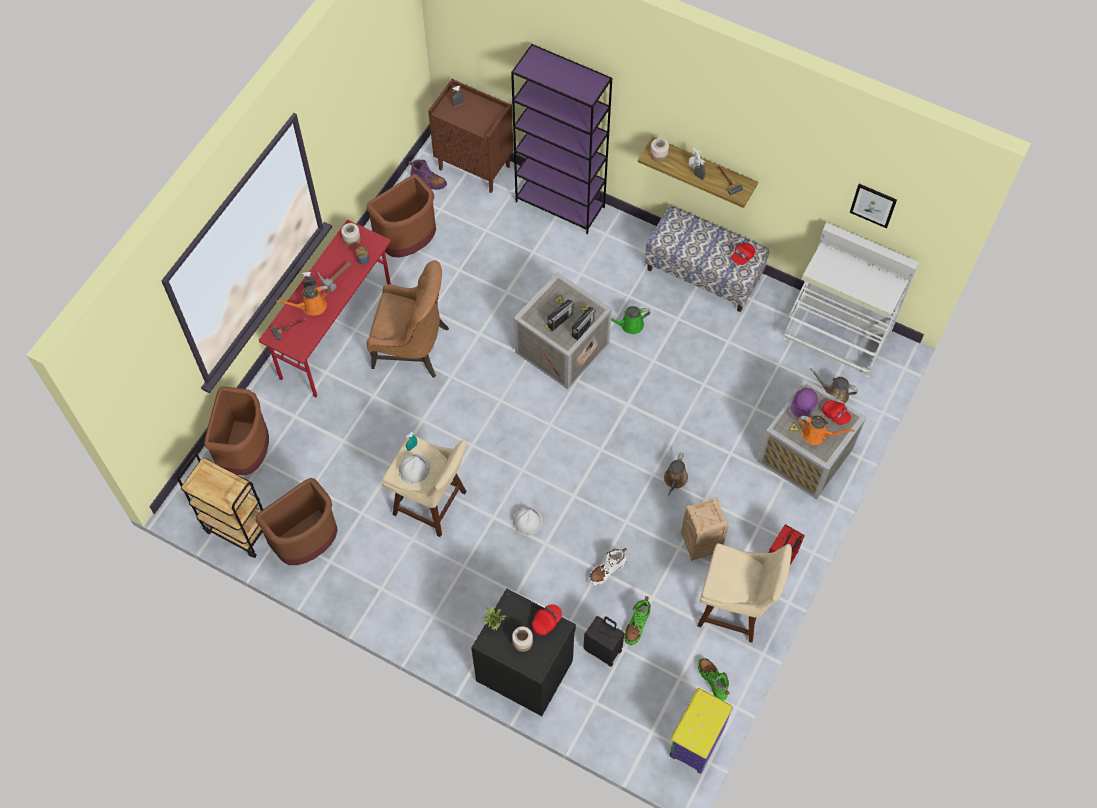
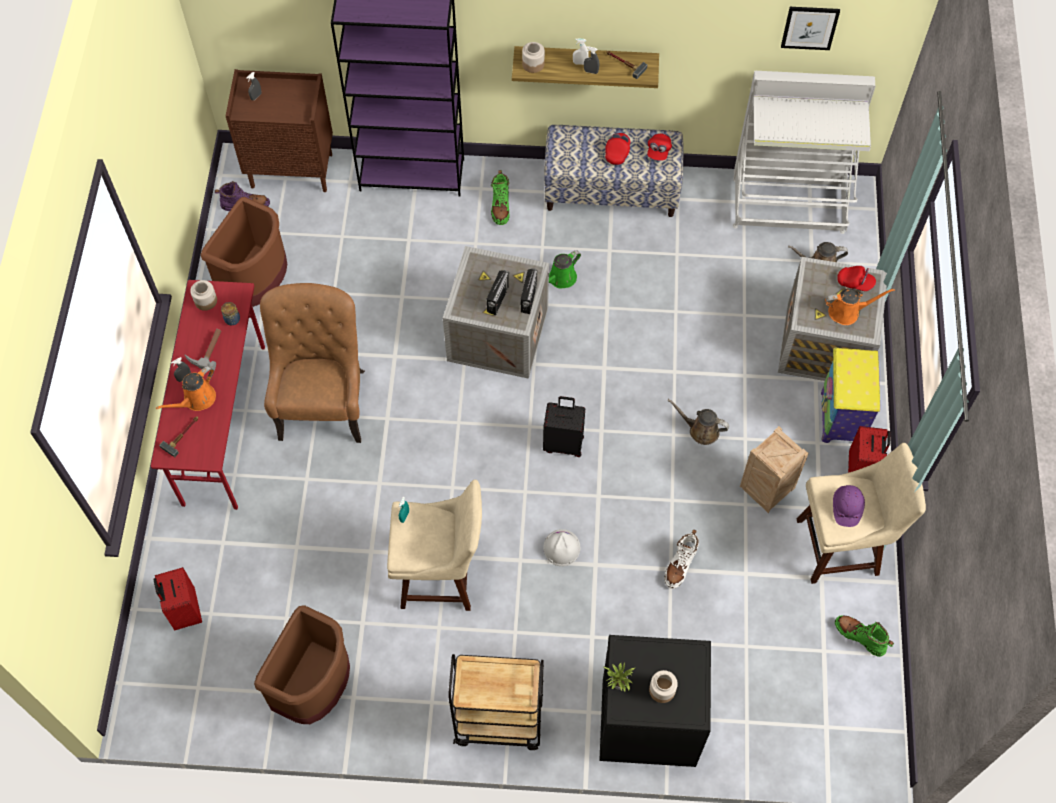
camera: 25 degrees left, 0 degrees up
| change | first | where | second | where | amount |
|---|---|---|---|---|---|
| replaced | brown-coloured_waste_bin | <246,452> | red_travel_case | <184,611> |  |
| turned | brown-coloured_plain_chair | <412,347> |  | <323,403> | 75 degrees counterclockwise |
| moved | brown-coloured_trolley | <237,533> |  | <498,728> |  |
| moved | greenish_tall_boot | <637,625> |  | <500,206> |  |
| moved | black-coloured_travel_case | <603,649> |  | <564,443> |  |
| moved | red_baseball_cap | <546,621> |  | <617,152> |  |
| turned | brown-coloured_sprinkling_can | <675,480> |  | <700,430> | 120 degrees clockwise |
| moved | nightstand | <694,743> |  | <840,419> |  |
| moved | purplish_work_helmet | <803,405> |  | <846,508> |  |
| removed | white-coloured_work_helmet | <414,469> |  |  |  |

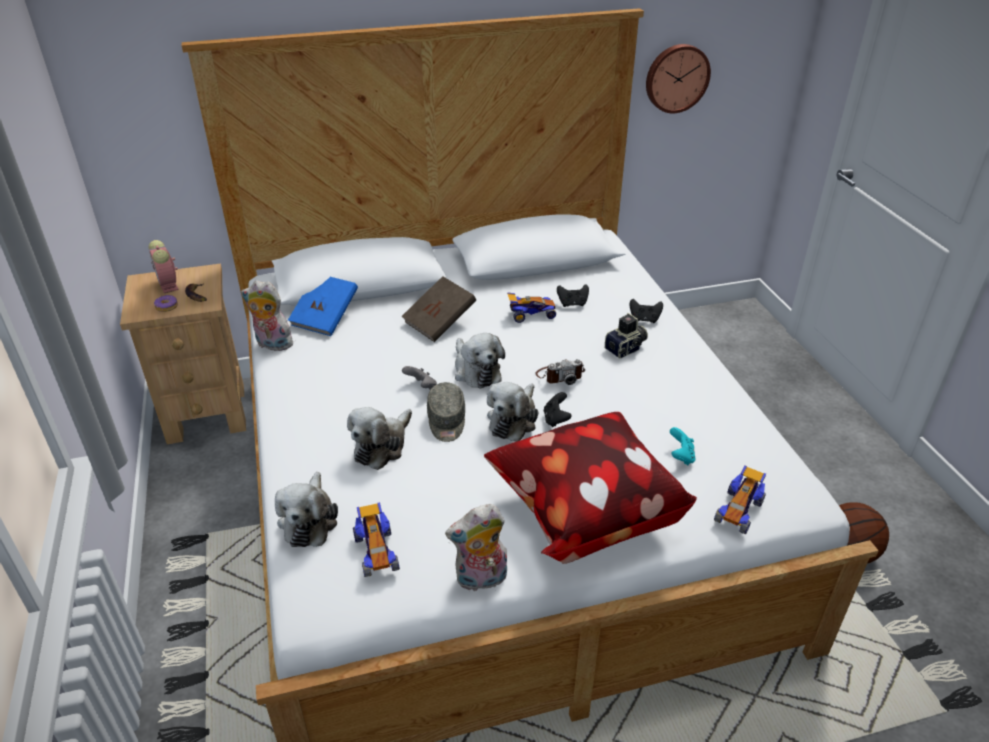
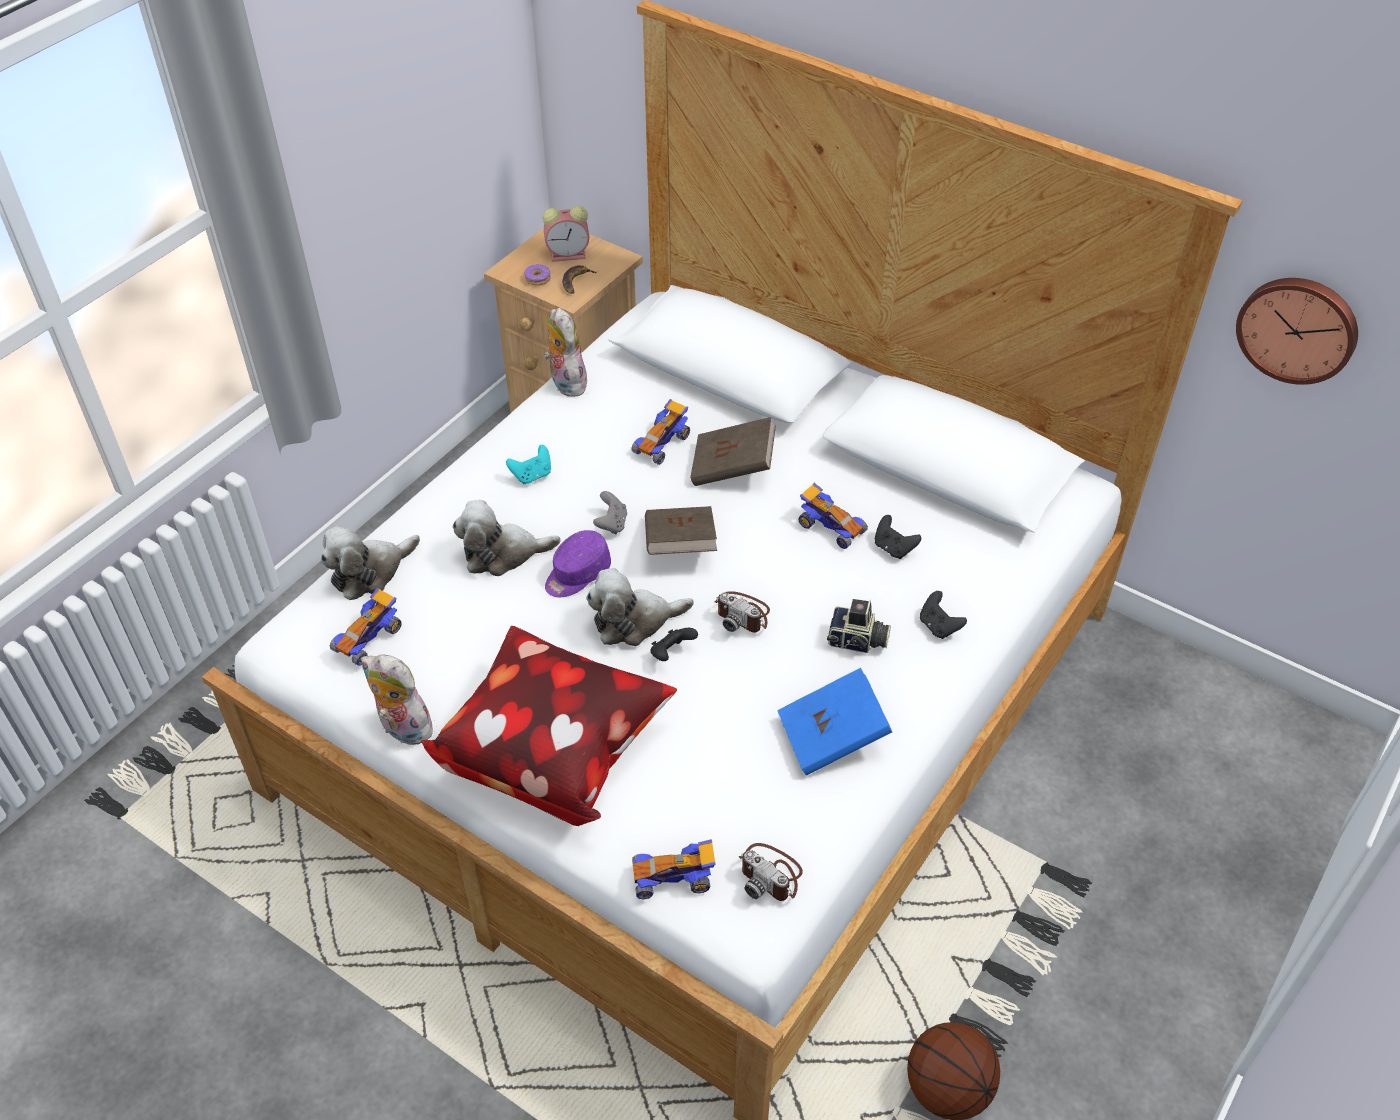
camera: 50 degrees right, 10 degrees up
| change | first | where | second | where | amount |
|---|---|---|---|---|---|
| moved | blue-green_joypad | <681,456> |  | <532,475> |  |
| turned | alarm_clock | <169,285> |  | <569,254> | 120 degrees counterclockwise |
| recoloured | gray_baseball_cap | <446,421> | purplish_baseball_cap | <577,574> |  |
| added |  |  | toy_car | <661,443> |  |
| replaced | plush_toy | <476,370> | brown-coloured_volume | <680,546> |  |
| added |  |  | photo_camera | <771,874> |  |
| moved | blue-coloured_volume | <325,318> |  | <832,737> |  |

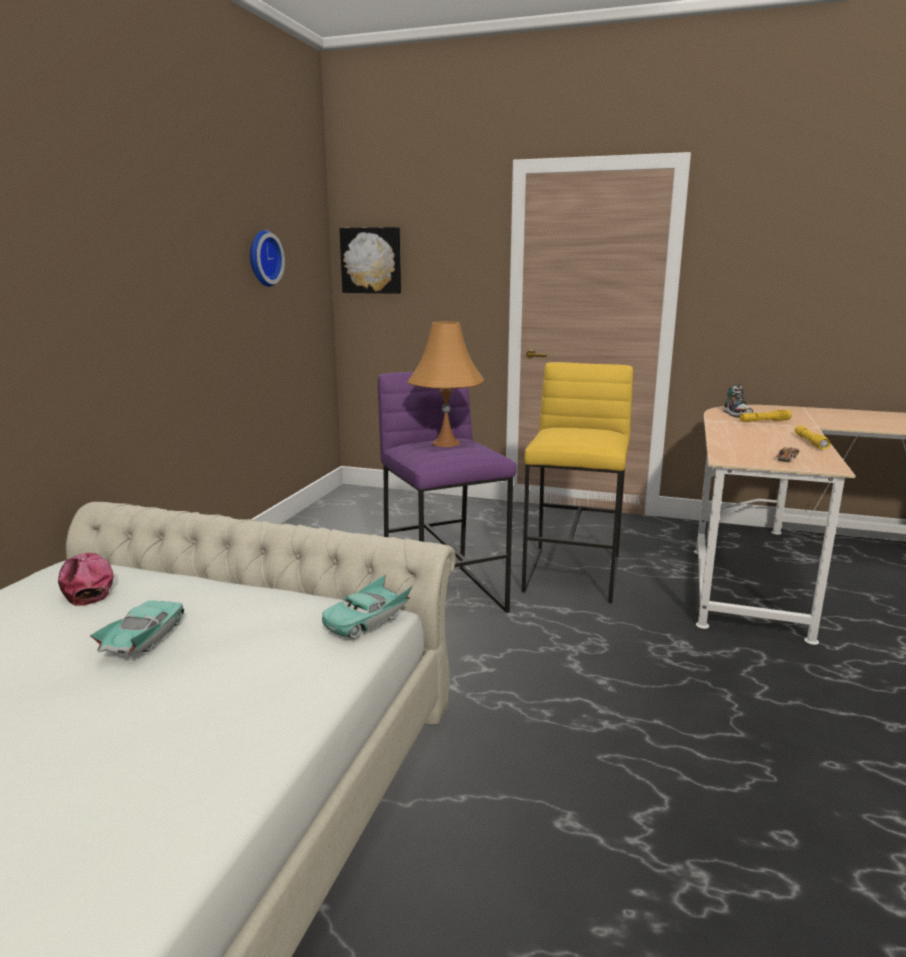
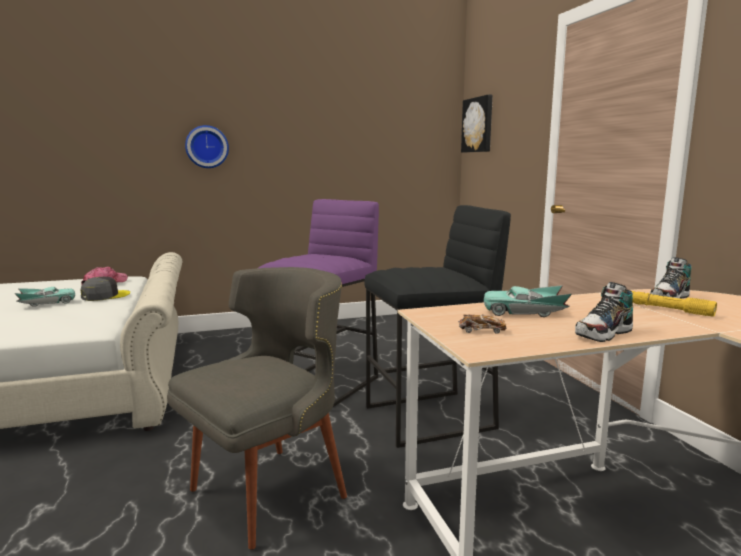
camera: 55 degrees right, 5 degrees down
| change | first | where | second | where | amount |
|---|---|---|---|---|---|
| added |  |  | gray_baseball_cap | <105,296> |  |
| added |  |  | gray_plain_chair | <266,494> |  |
| moved | clock_on_the_wall | <262,258> |  | <207,147> |  |
| recoloured | yellowish_stool | <573,575> | black-coloured_stool | <430,418> |  |
| moved | blue-green_toy_car | <367,620> |  | <524,312> |  |
| replaced | yellowish_hand_torch | <810,442> | low_shoe | <604,334> |  |
| removed | orangey_table_lamp | <446,443> |  |  |  |

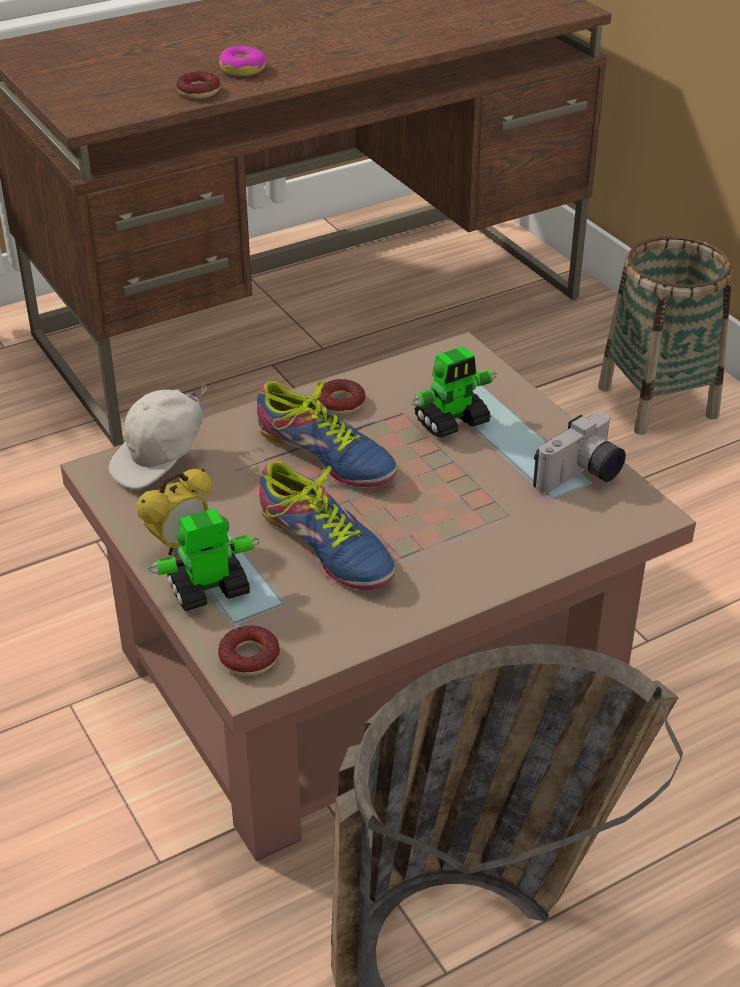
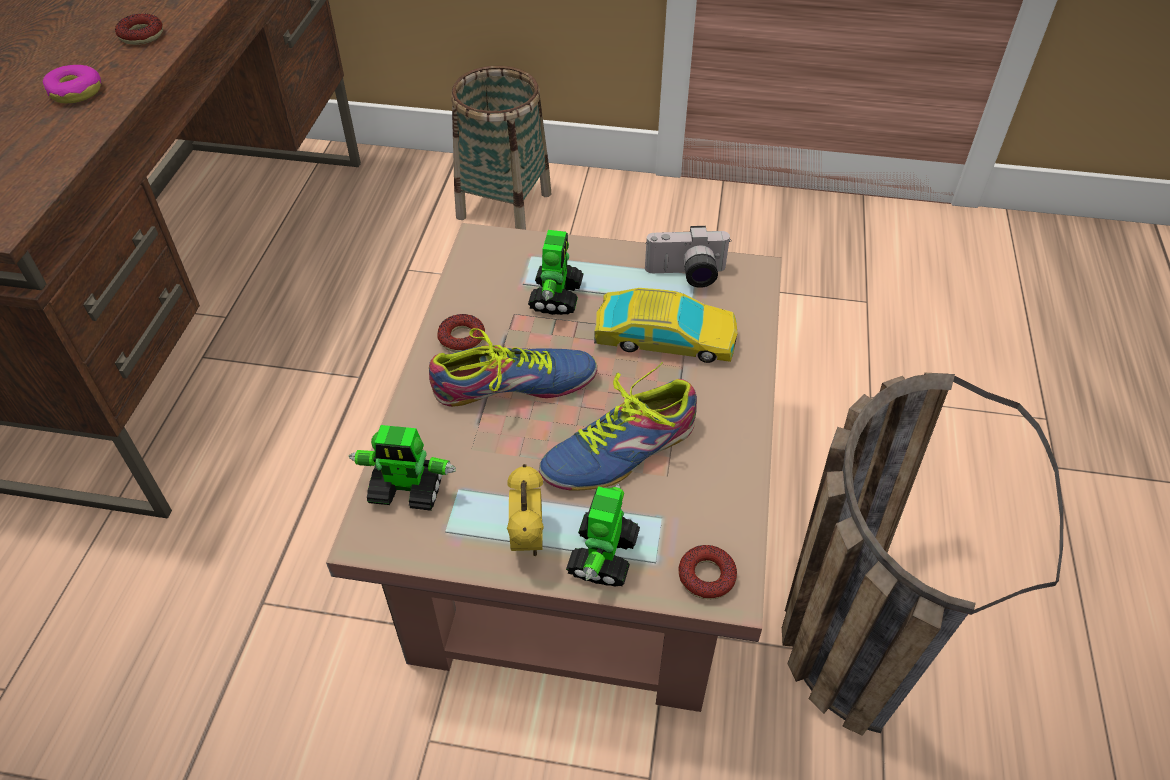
camera: 50 degrees left, 10 degrees up
| change | first | where | second | where | amount |
|---|---|---|---|---|---|
| moved | donut | <198,91> |  | <141,35> |  |
| replaced | white-coloured_baseball_cap | <162,461> | model_robot | <408,489> |  |
| turned | low_shoe | <326,545> |  | <621,451> | 150 degrees clockwise |
| added |  |  | toy_car | <665,337> |  |
| turned | photo_camera | <582,477> |  | <686,275> | 90 degrees clockwise |

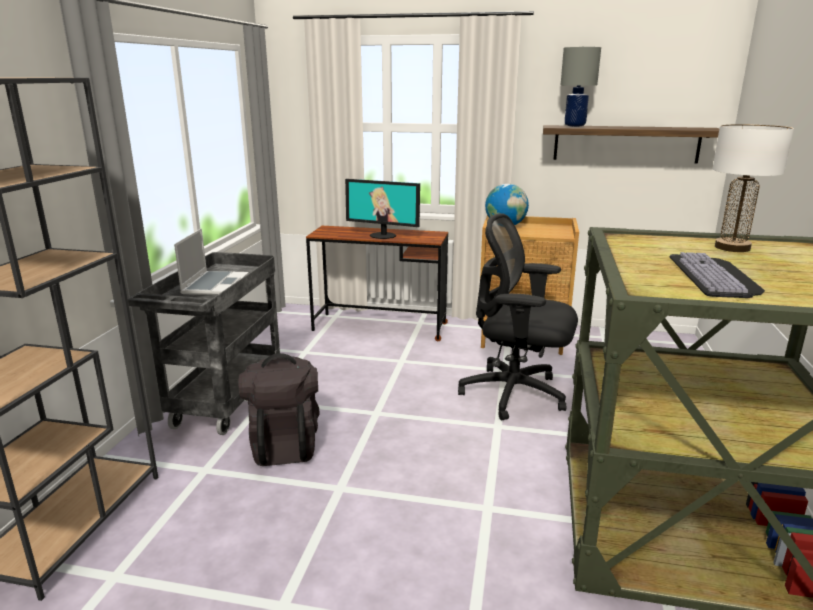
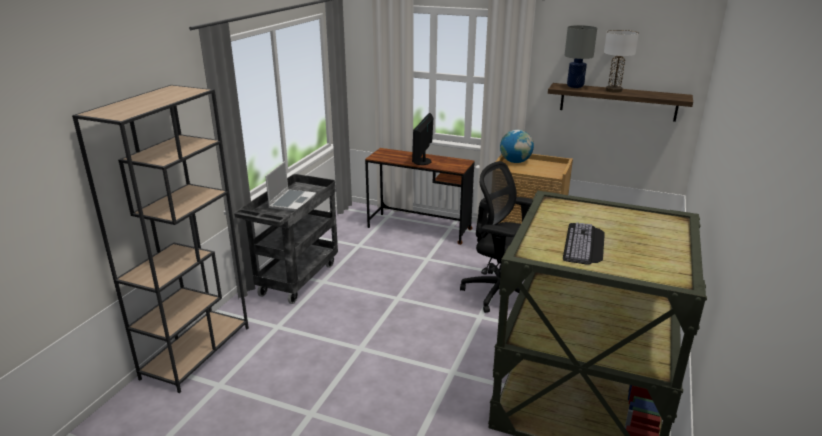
camera: 10 degrees right, 5 degrees up
| change | first | where | second | where | amount |
|---|---|---|---|---|---|
| turned | monitor | <383,235> |  | <422,161> | 75 degrees clockwise |
| moved | table_lamp | <731,247> |  | <613,90> |  |
| removed | black-coloured_knapsack | <284,444> |  |  |  |

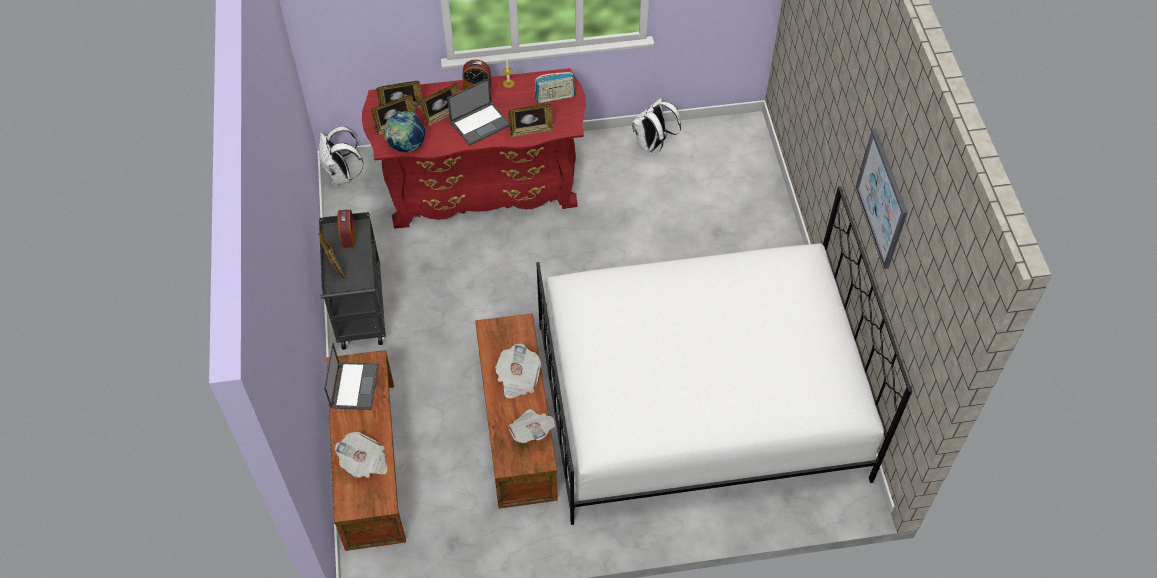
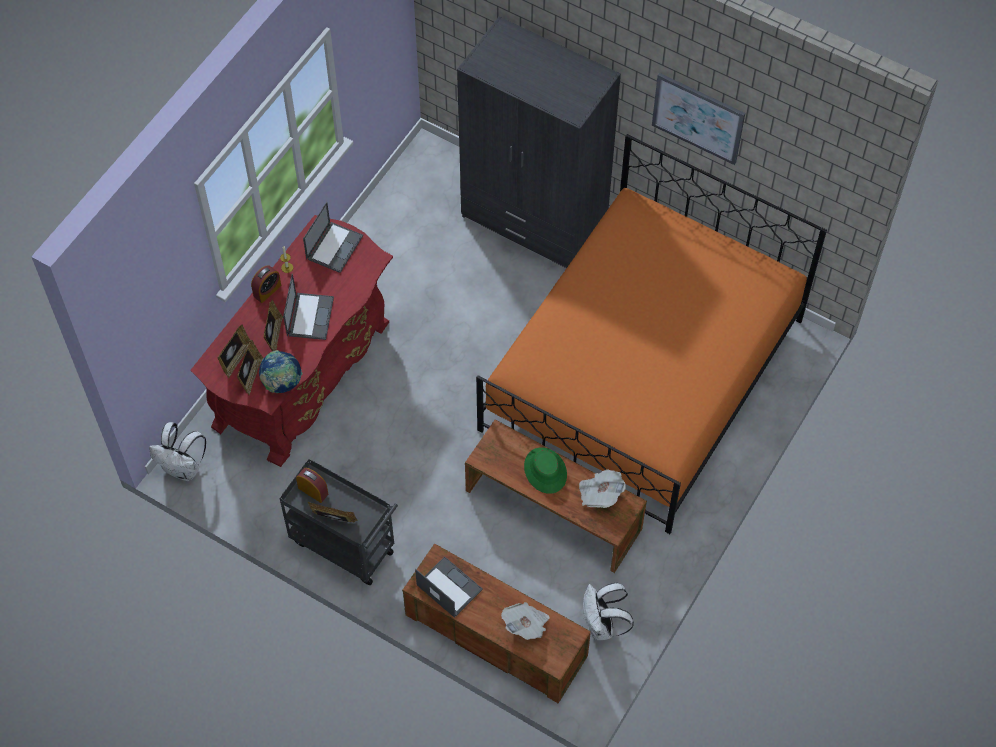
camera: 50 degrees left, 5 degrees up
| change | first | where | second | where | amount |
|---|---|---|---|---|---|
| replaced | radio_set | <555,97> | laptop | <334,246> |  |
| added |  |  | gray_armoire | <534,221> |  |
| recoloured | white-coloured_bed | <700,400> | orangey_bed | <643,374> |  |
| replaced | newspaper | <517,378> | greenish_wearable_hat | <545,470> |  |
| moved | white-coloured_knapsack | <652,145> |  | <602,626> |  |
| removed | standing_frame | <531,131> |  |  |  |

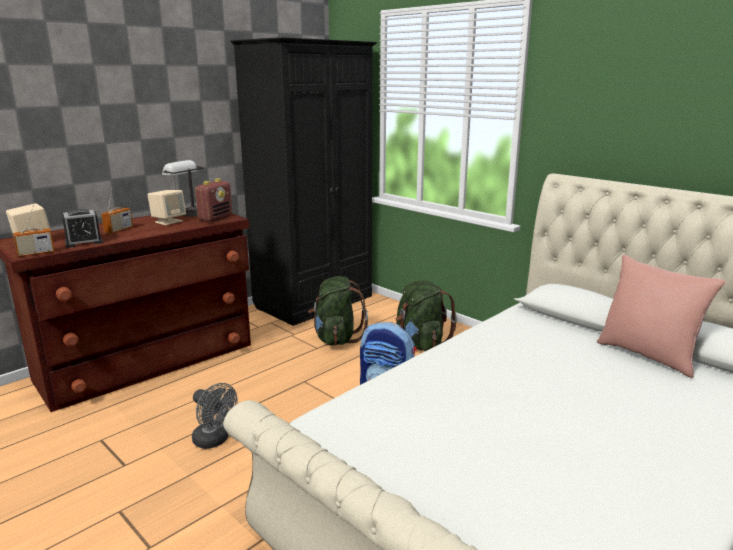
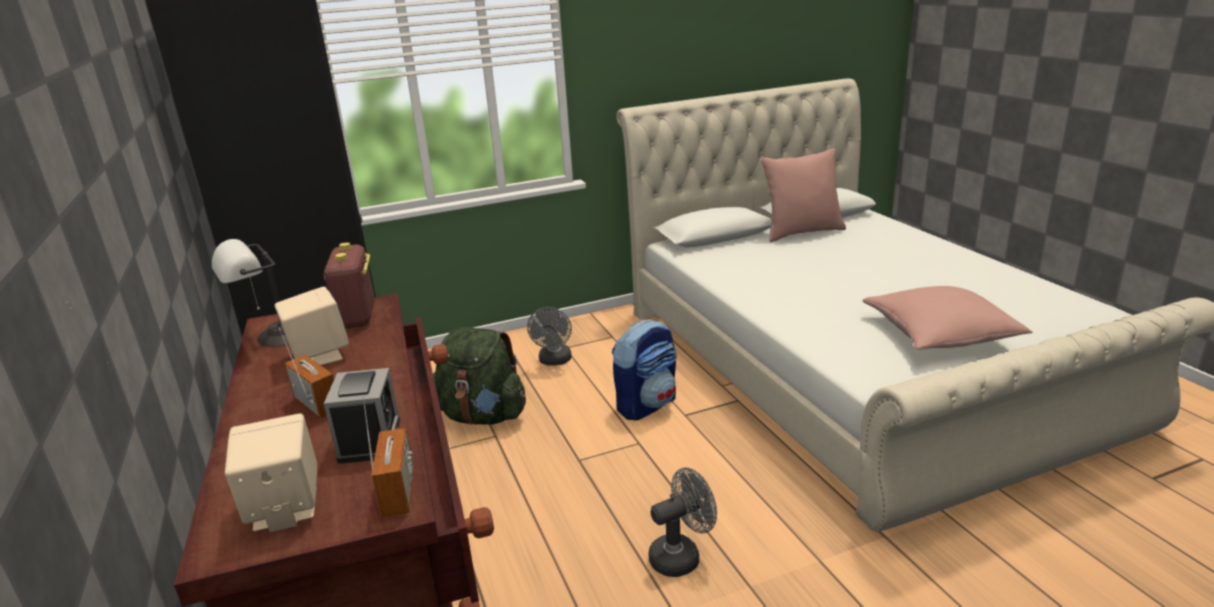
camera: 65 degrees left, 5 degrees up
| change | first | where | second | where | amount |
|---|---|---|---|---|---|
| turned | radio_set | <215,218> |  | <357,316> | 150 degrees counterclockwise |
| replaced | greenish_knapsack | <421,344> | gray_cooling_fan | <554,361> |  |
| added |  |  | pink-coloured_pillow | <940,335> |  |

